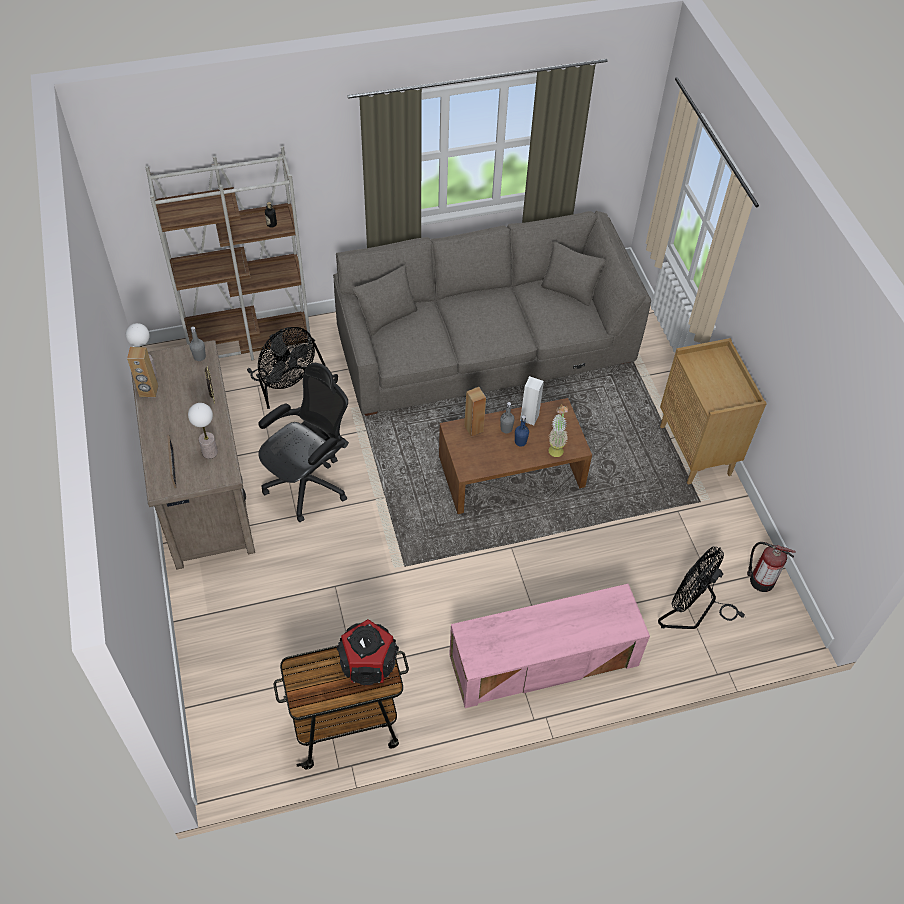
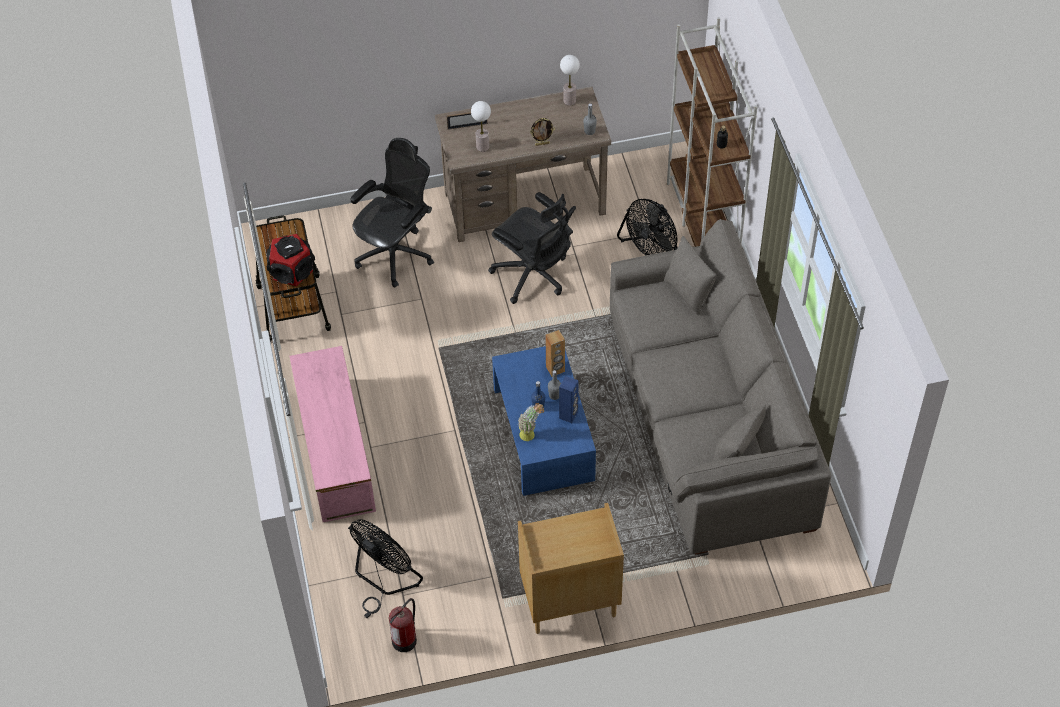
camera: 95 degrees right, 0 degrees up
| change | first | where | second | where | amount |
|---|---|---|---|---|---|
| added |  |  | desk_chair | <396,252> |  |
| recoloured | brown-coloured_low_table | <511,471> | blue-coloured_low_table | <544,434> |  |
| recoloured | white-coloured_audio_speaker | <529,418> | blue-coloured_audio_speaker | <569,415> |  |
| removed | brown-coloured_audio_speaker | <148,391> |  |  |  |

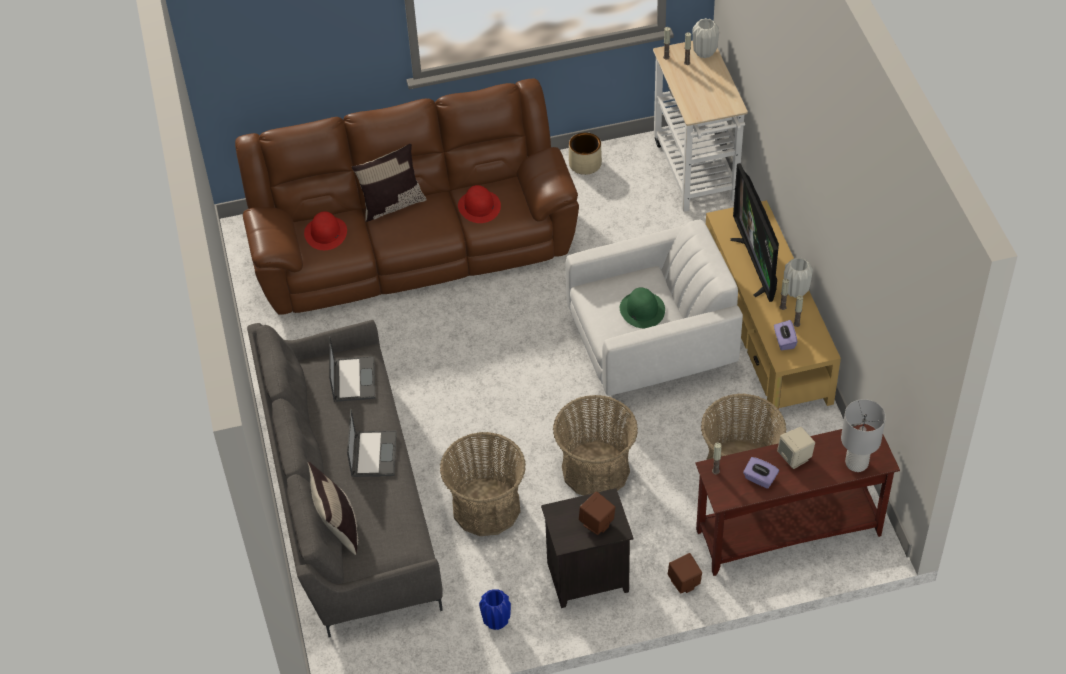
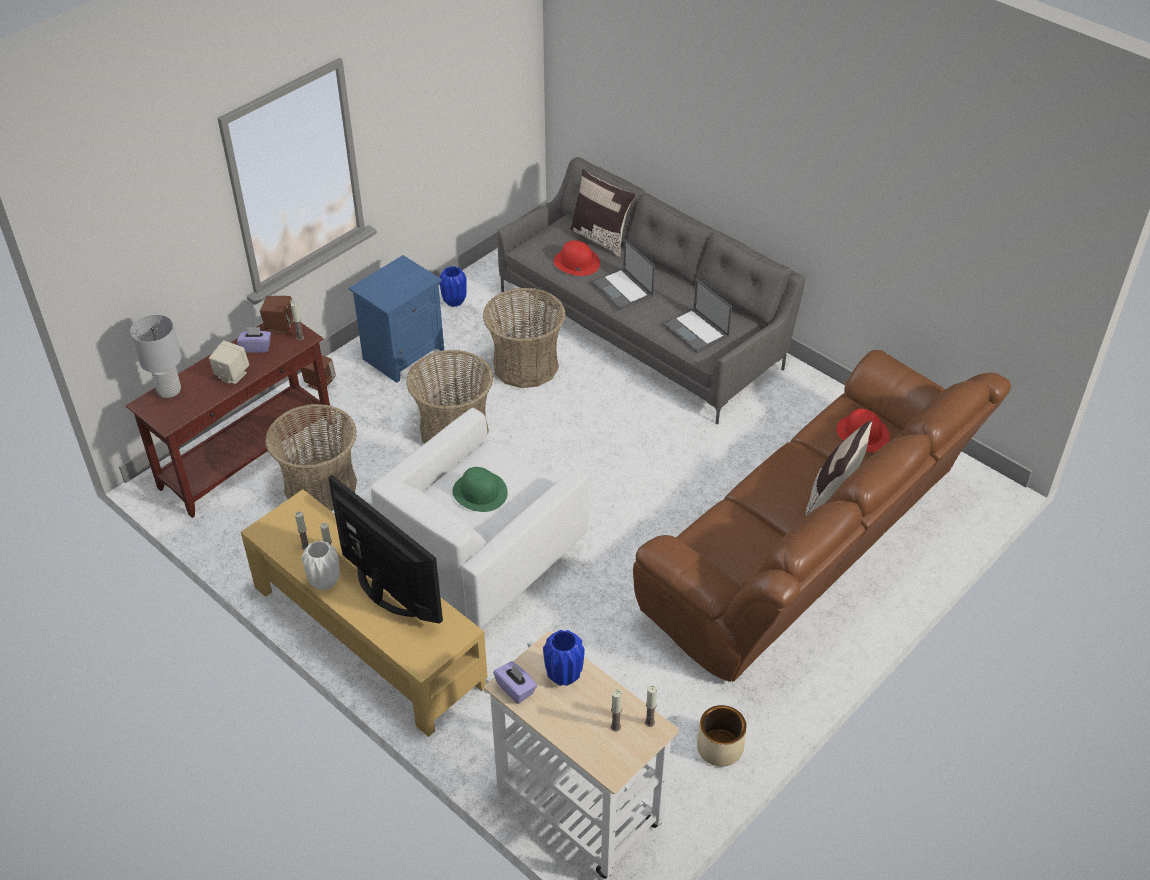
camera: 145 degrees right, 5 degrees down
| change | first | where | second | where | amount |
|---|---|---|---|---|---|
| moved | brown-coloured_audio_speaker | <597,524> |  | <280,326> |  |
| recoloured | black-coloured_nightstand | <587,578> | blue-coloured_nightstand | <403,354> |  |
| moved | purplish_box_of_tissues | <784,341> |  | <515,689> |  |
| added |  |  | blue-coloured_flower_vase | <564,676> |  |
| moved | red_wearable_hat | <479,206> |  | <576,262> |  |
| removed | white-coloured_flower_vase | <704,53> |  |  |  |

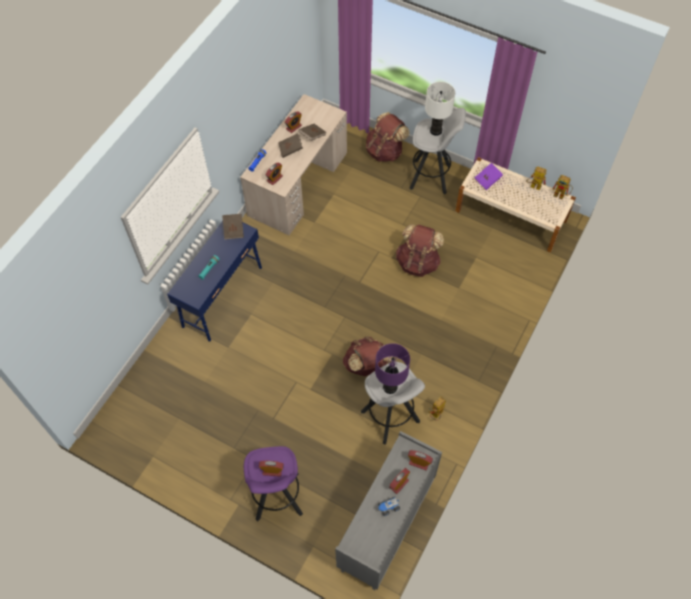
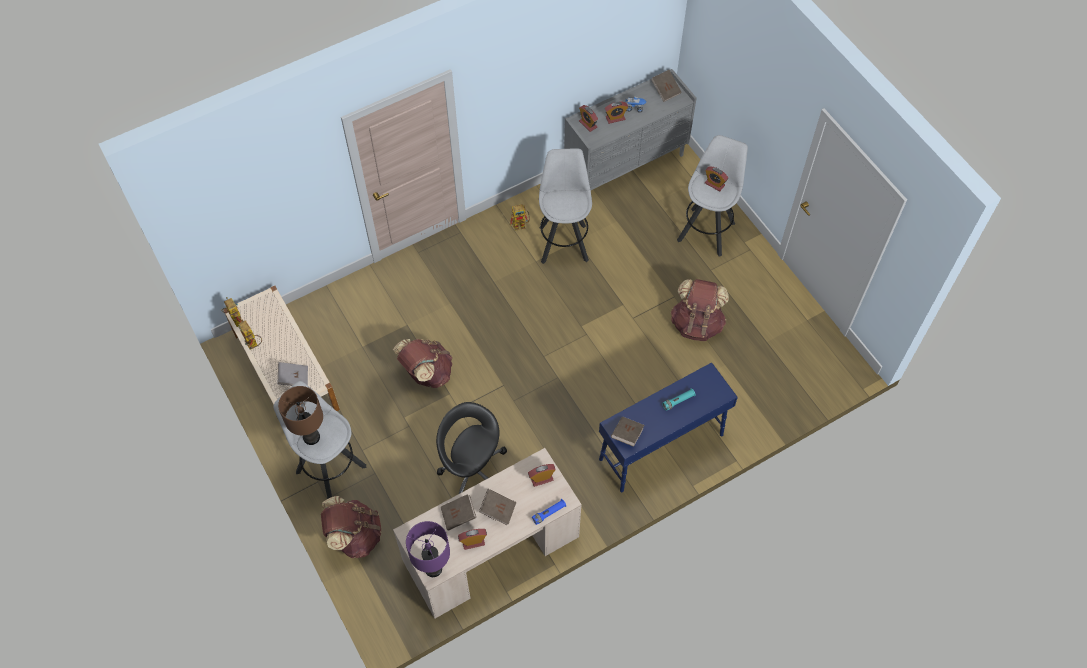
camera: 150 degrees left, 0 degrees up
| change | first | where | second | where | amount |
|---|---|---|---|---|---|
| recoloured | purplish_volume | <488,180> | gray_volume | <294,378> |  |
| recoloured | white-coloured_table_lamp | <435,131> | brown-coloured_table_lamp | <312,437> |  |
| moved | purplish_table_lamp | <390,387> |  | <433,569> |  |
| added |  |  | black-coloured_desk_chair | <472,470> |  |
| added |  |  | brown-coloured_volume | <666,90> |  |
| moved | brown-coloured_knapsack | <367,365> |  | <697,323> |  |
| recoloured | purplish_stool | <277,498> | gray_stool | <707,230> |  |

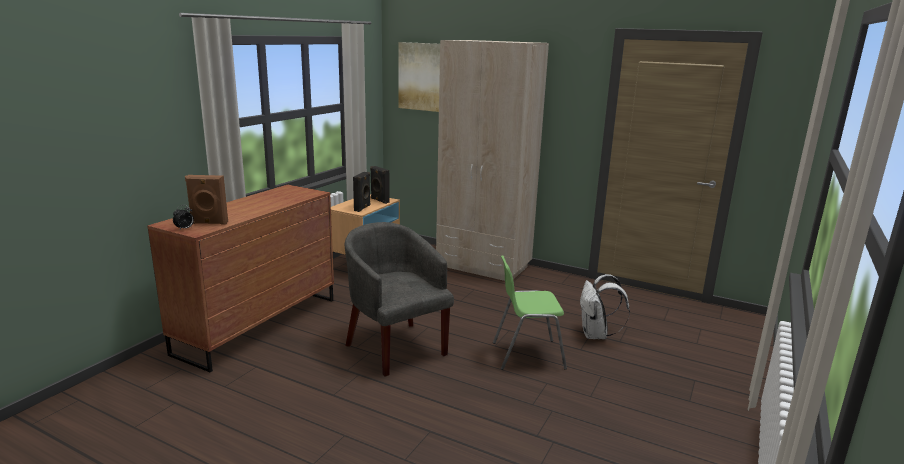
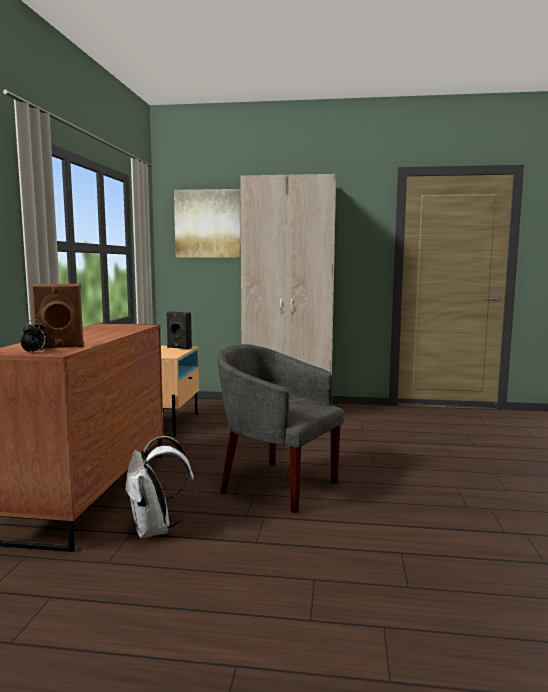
camera: 20 degrees left, 10 degrees down
| change | first | where | second | where | amount |
|---|---|---|---|---|---|
| moved | white-coloured_knapsack | <596,335> |  | <156,529> |  |
| removed | black-coloured_audio_speaker | <363,208> |  |  |  |
| removed | greenish_plain_chair | <527,355> |  |  |  |

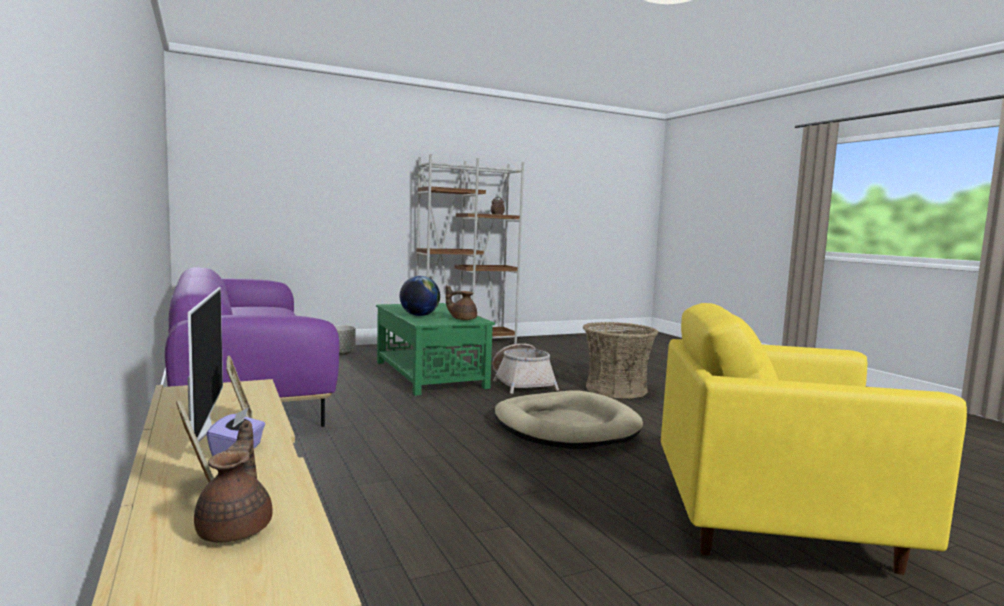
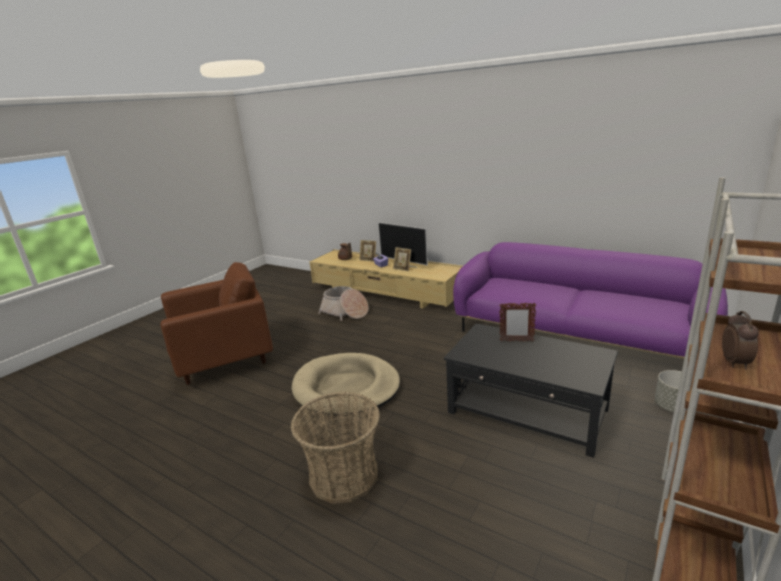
camera: 150 degrees right, 15 degrees up
| change | first | where | second | where | amount |
|---|---|---|---|---|---|
| recoloured | yellowish_armchair | <777,528> | brown-coloured_armchair | <224,361> |  |
| moved | storage_basket | <522,383> |  | <345,312> |  |
| recoloured | greenish_low_table | <429,374> | black-coloured_low_table | <527,411> |  |
| replaced | world_globe | <419,315> | standing_frame | <516,341> |  |
| removed | brown-coloured_teapot | <462,319> |  |  |  |

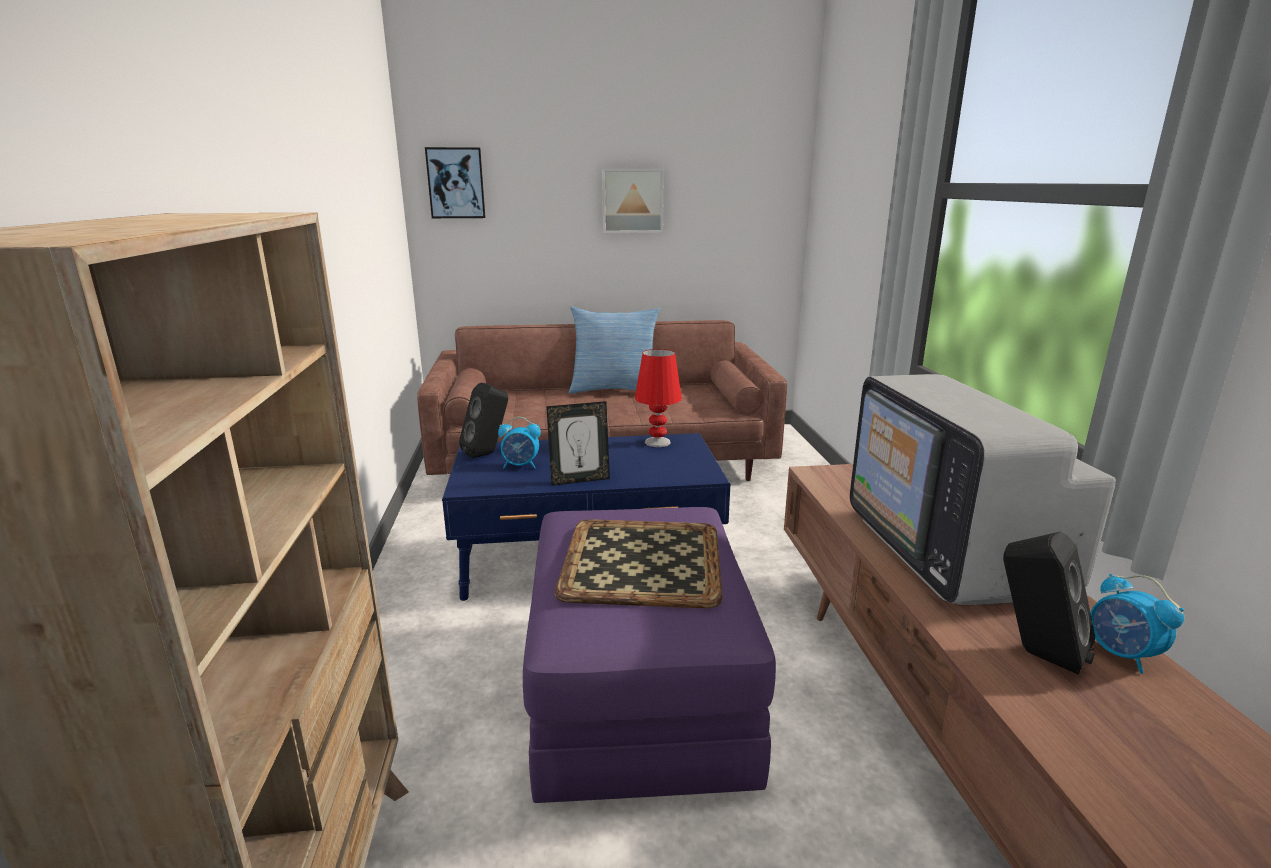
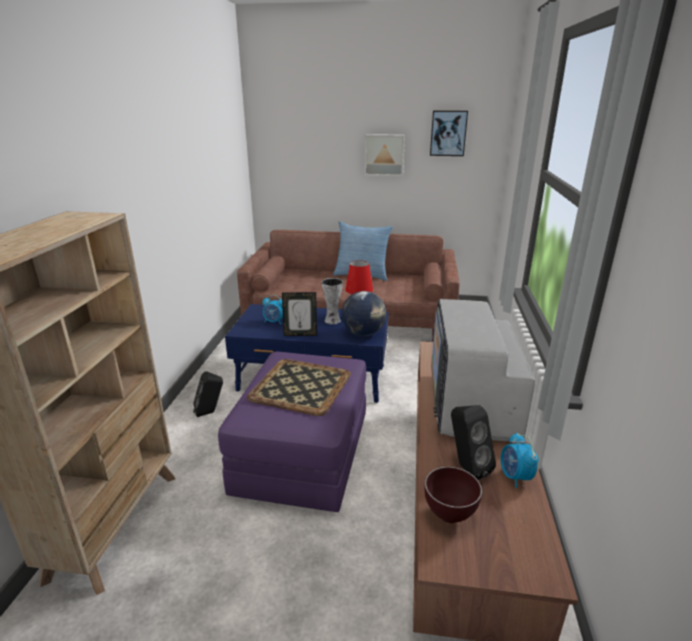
camera: 15 degrees right, 5 degrees up
| change | first | where | second | where | amount |
|---|---|---|---|---|---|
| moved | black-coloured_audio_speaker | <488,454> |  | <210,412> |  |
| added |  |  | flower_vase | <332,321> |  |
| added |  |  | world_globe | <363,333> |  |
| added |  |  | brown-coloured_serving_bowl | <448,515> |  |
| moved | picture | <456,183> |  | <448,133> |  |

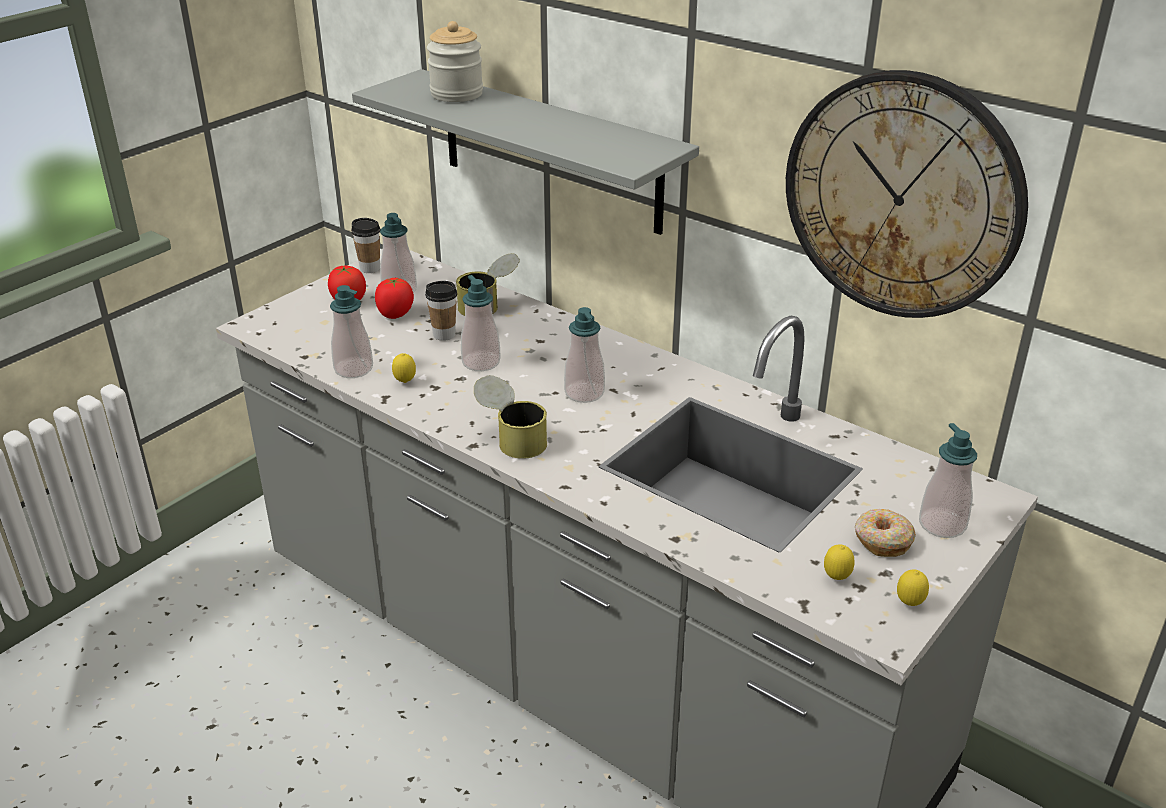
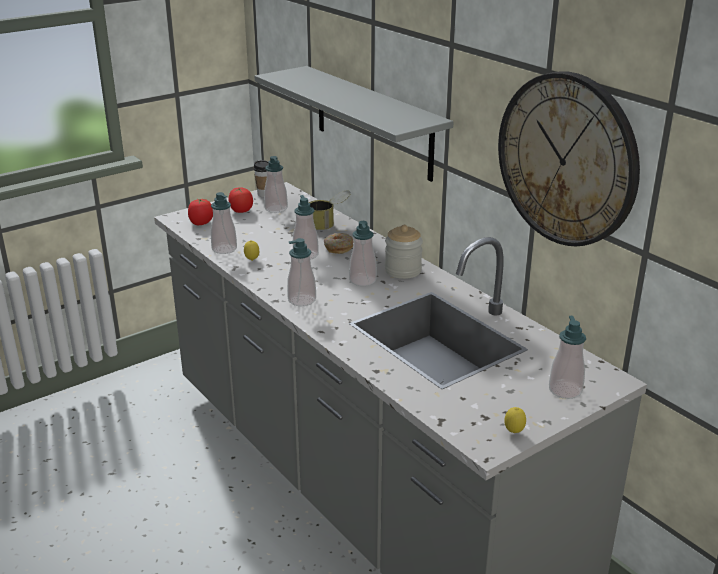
camera: 15 degrees right, 5 degrees down
| change | first | where | second | where | amount |
|---|---|---|---|---|---|
| moved | tomato | <395,314> |  | <201,223> |  |
| replaced | metal_can | <512,439> | liquid_soap_bottle | <302,300> |  |
| moved | donut | <882,540> |  | <338,248> |  |
| moved | storage_jar | <456,94> |  | <403,270> |  |
| removed | cup | <444,335> |  |  |  |
| removed | whole_lemon | <836,578> |  |  |  |

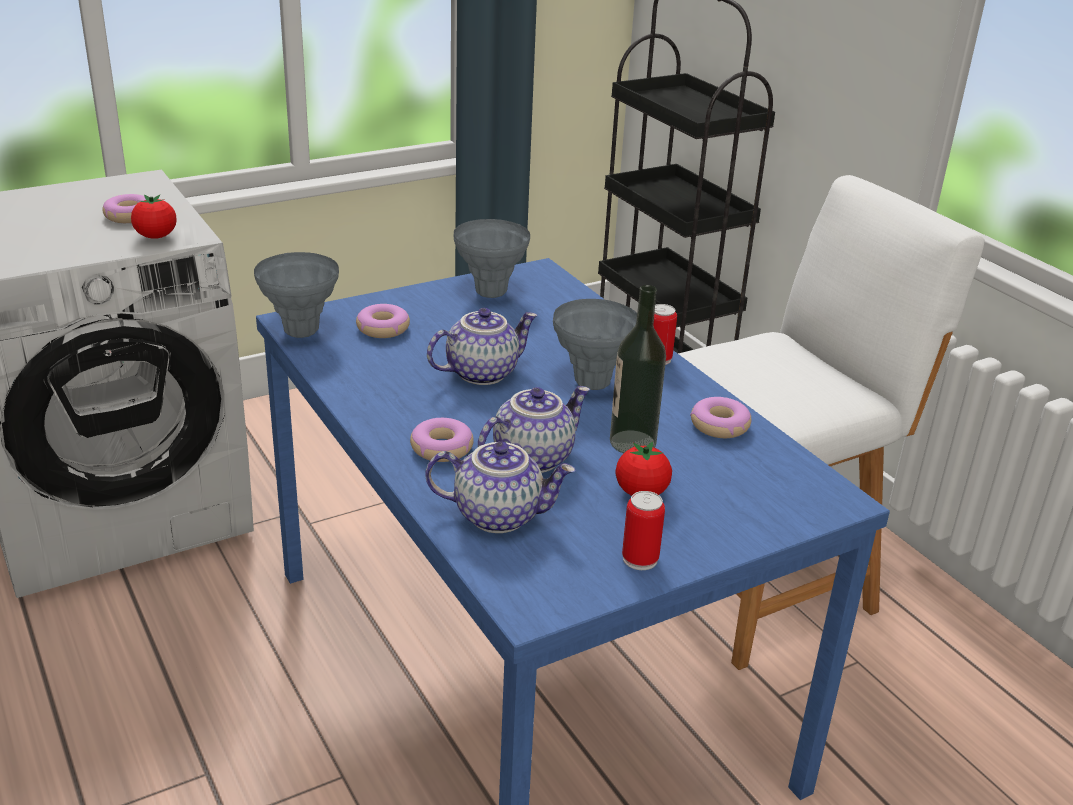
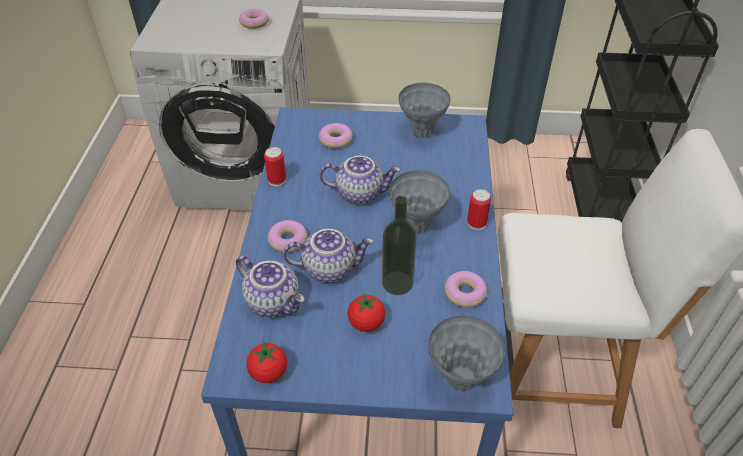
camera: 35 degrees right, 15 degrees up
| change | first | where | second | where | amount |
|---|---|---|---|---|---|
| moved | tomato | <156,236> |  | <268,372> |  |
| moved | metal_can | <640,559> |  | <277,180> |  |
| moved | gray_flower_vase | <301,331> |  | <460,380> |  |

